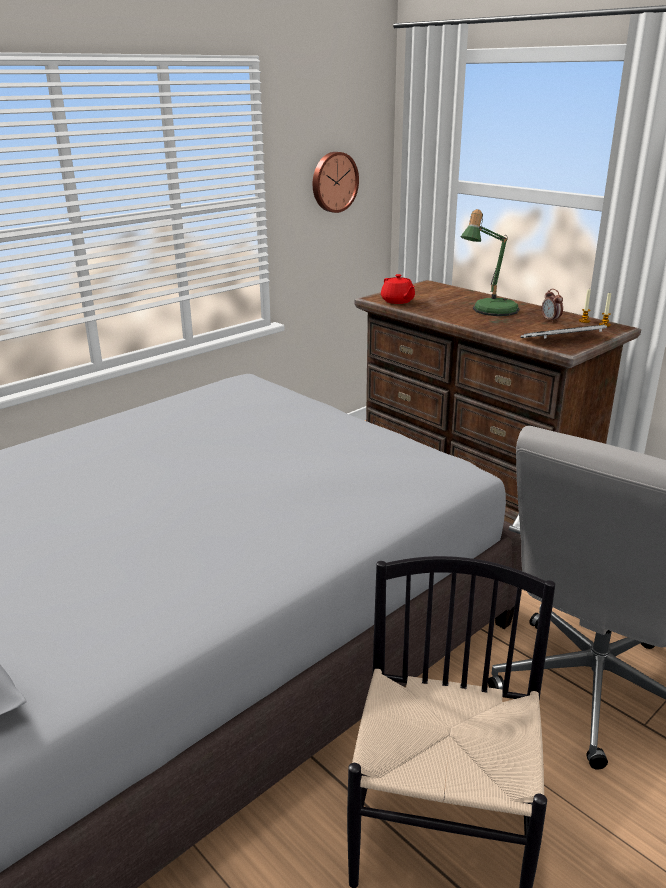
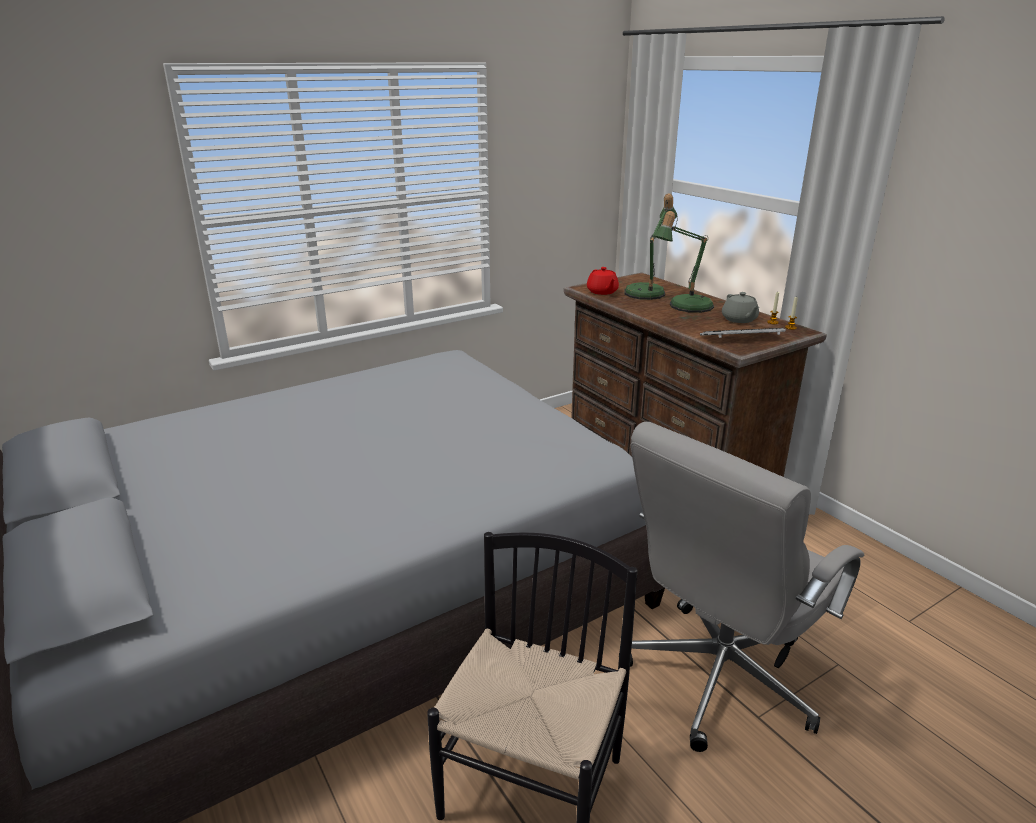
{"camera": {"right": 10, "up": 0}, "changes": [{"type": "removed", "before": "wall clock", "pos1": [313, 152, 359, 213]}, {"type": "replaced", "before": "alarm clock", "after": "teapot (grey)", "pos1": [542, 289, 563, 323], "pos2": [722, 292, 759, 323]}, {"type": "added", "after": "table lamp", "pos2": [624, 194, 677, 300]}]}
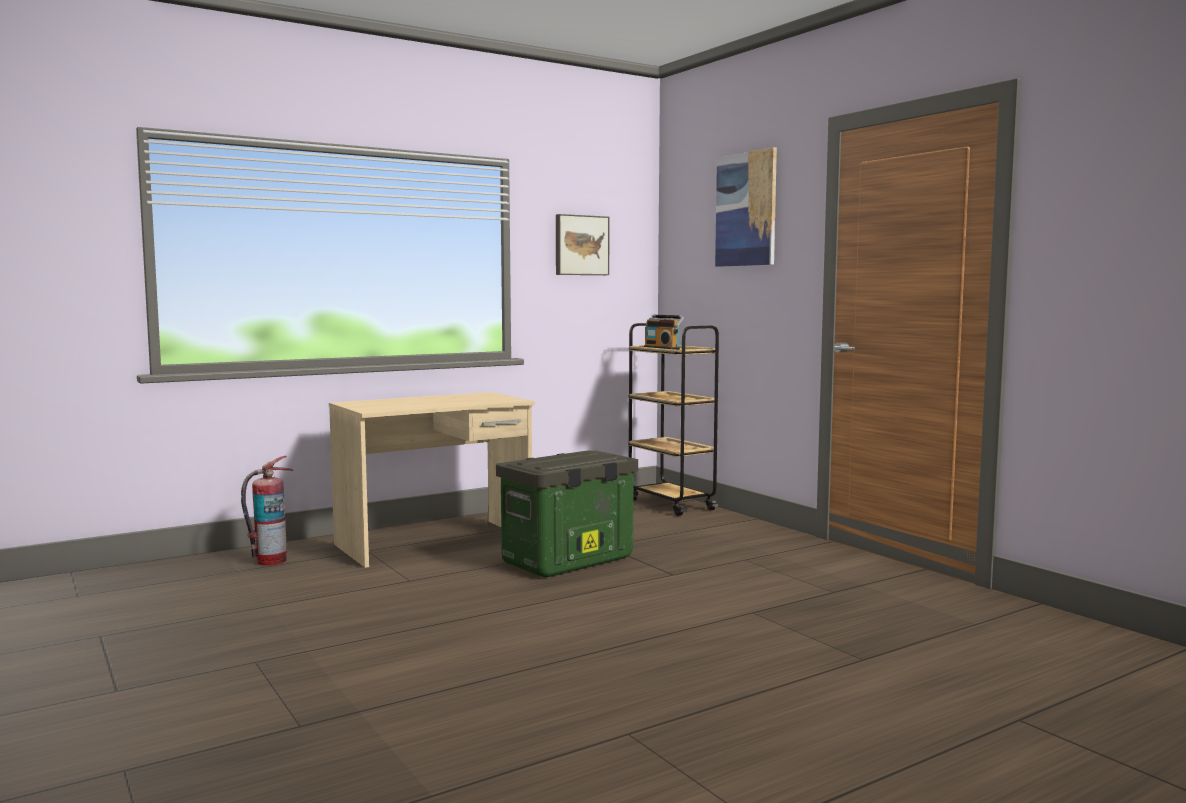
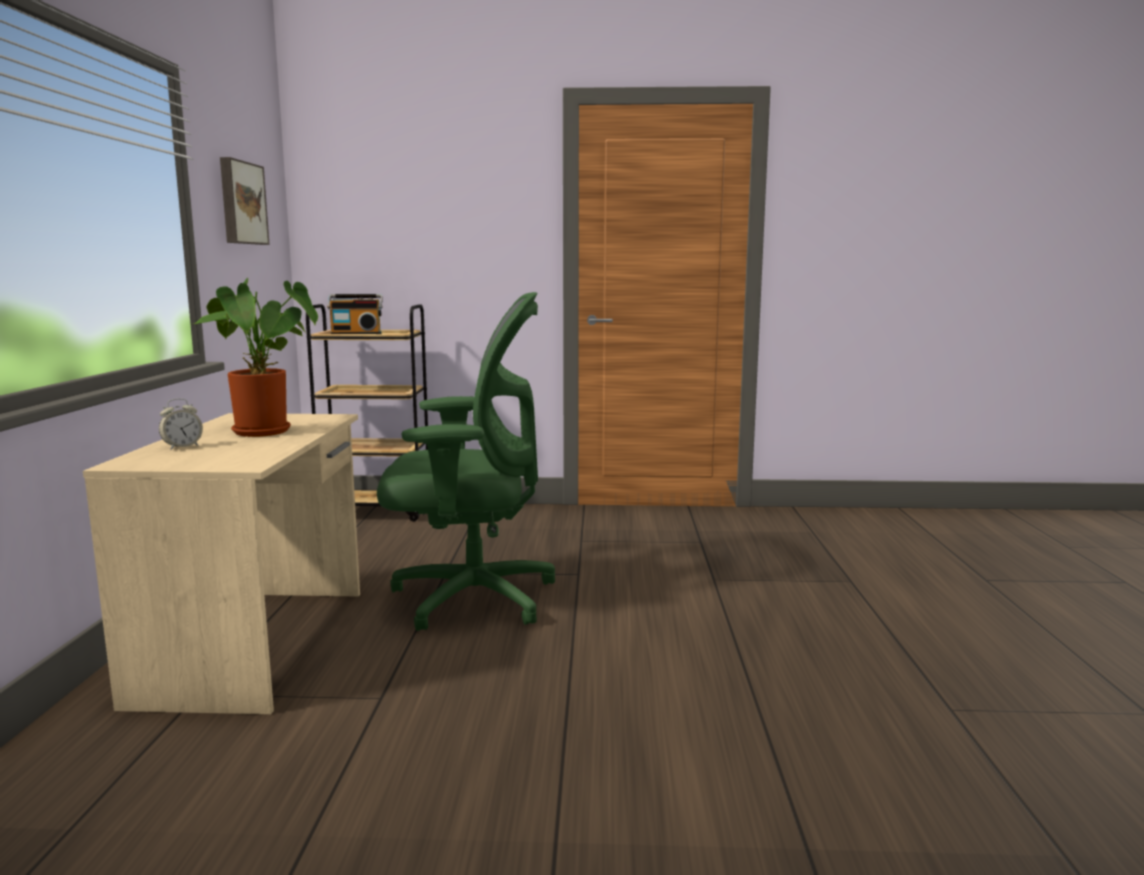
{"camera": {"right": -55, "up": 5}, "changes": [{"type": "removed", "before": "fire extinguisher", "pos1": [241, 456, 293, 566]}, {"type": "replaced", "before": "storage box", "after": "office chair (green)", "pos1": [496, 450, 638, 577], "pos2": [377, 292, 555, 631]}, {"type": "removed", "before": "picture", "pos1": [715, 147, 777, 267]}, {"type": "added", "after": "alarm clock", "pos2": [159, 398, 203, 450]}, {"type": "added", "after": "potted plant", "pos2": [194, 278, 318, 437]}]}
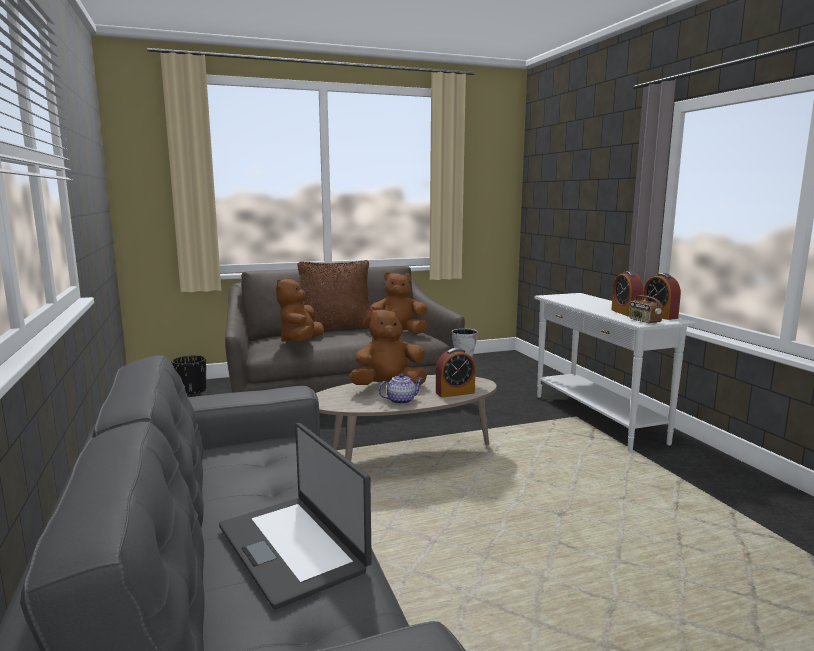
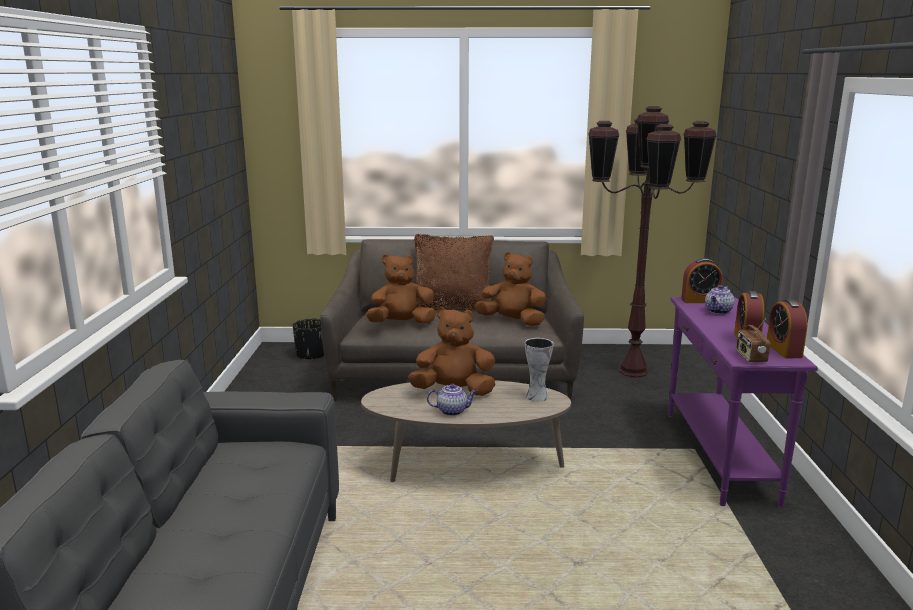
{"camera": {"right": 20, "up": 5}, "changes": [{"type": "removed", "before": "laptop", "pos1": [219, 423, 372, 609]}, {"type": "turned", "before": "plush toy (brown)", "pos1": [276, 278, 324, 342], "pos2": [366, 254, 436, 324], "turn": 45}, {"type": "moved", "before": "alarm clock", "pos1": [436, 348, 475, 398], "pos2": [681, 258, 723, 303]}, {"type": "recoloured", "before": "console table (white)", "after": "console table (purple)", "pos1": [534, 293, 695, 452], "pos2": [668, 297, 818, 508]}, {"type": "added", "after": "floor lamp (brown)", "pos2": [588, 106, 717, 378]}, {"type": "added", "after": "teapot", "pos2": [705, 285, 735, 314]}]}
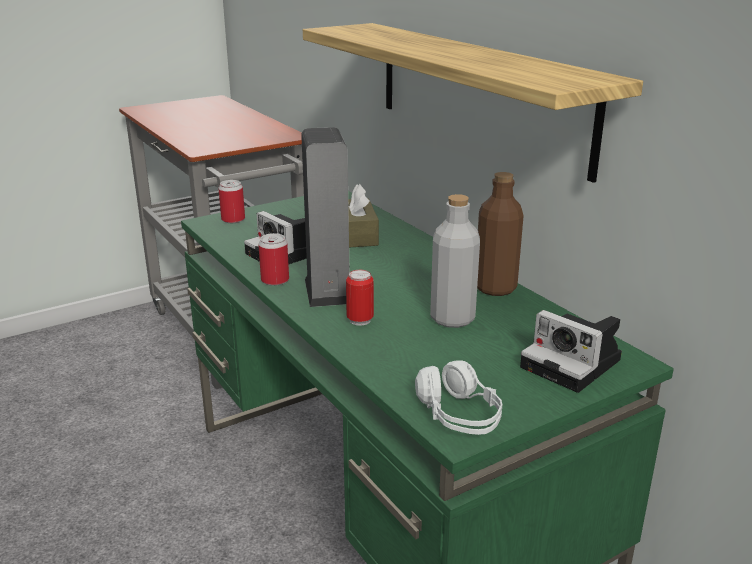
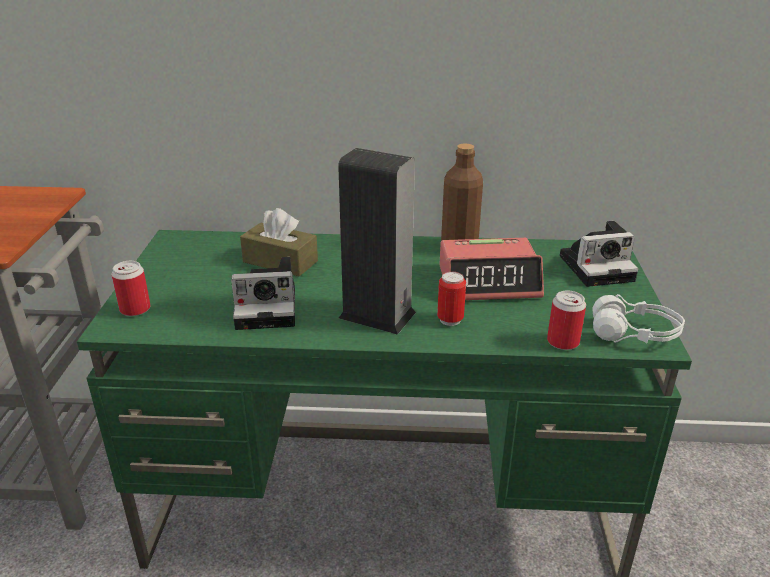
{"camera": {"right": -55, "up": 5}, "changes": [{"type": "moved", "before": "can", "pos1": [258, 233, 289, 286], "pos2": [547, 290, 586, 350]}, {"type": "removed", "before": "shelf", "pos1": [303, 23, 643, 183]}, {"type": "replaced", "before": "bottle (grey)", "after": "alarm clock", "pos1": [430, 194, 480, 328], "pos2": [439, 238, 544, 300]}]}
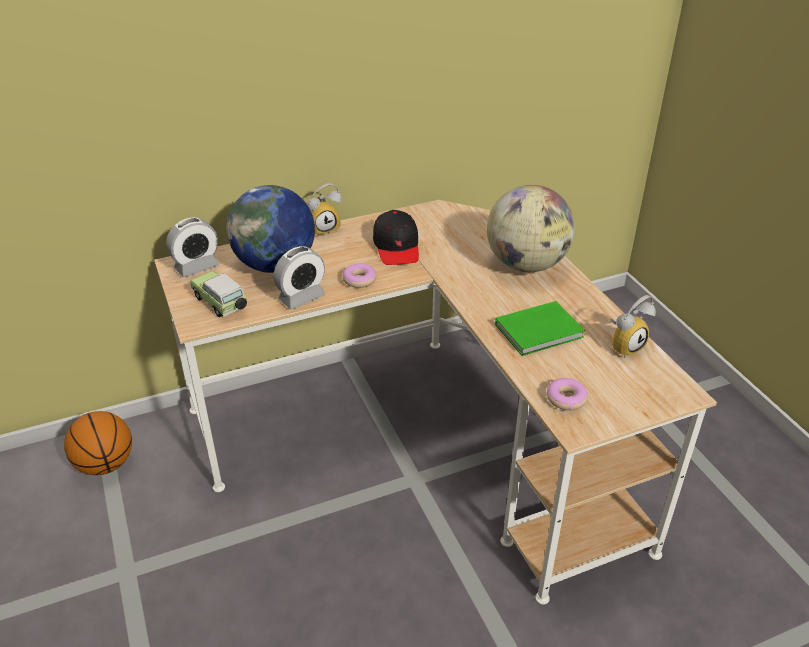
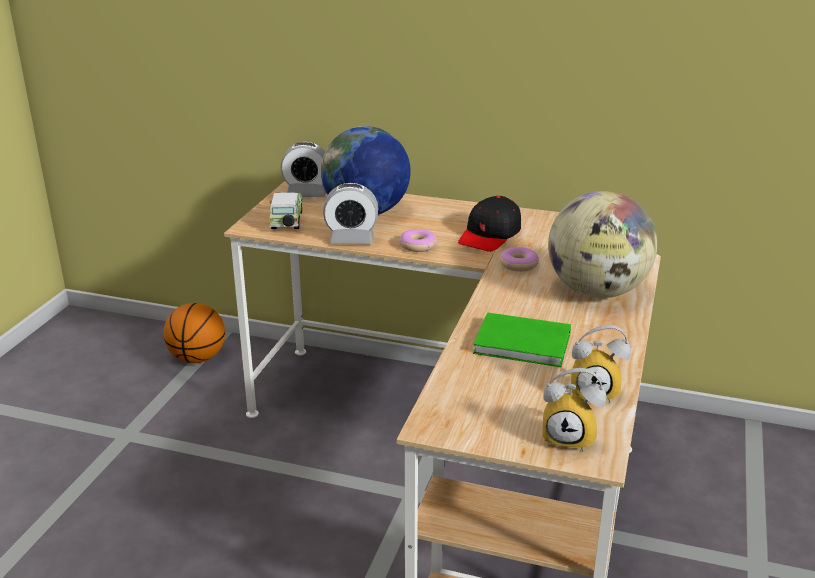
{"camera": {"right": 40, "up": -10}, "changes": [{"type": "moved", "before": "alarm clock", "pos1": [307, 183, 342, 237], "pos2": [543, 368, 606, 452]}, {"type": "moved", "before": "donut", "pos1": [546, 378, 588, 410], "pos2": [500, 247, 539, 272]}]}
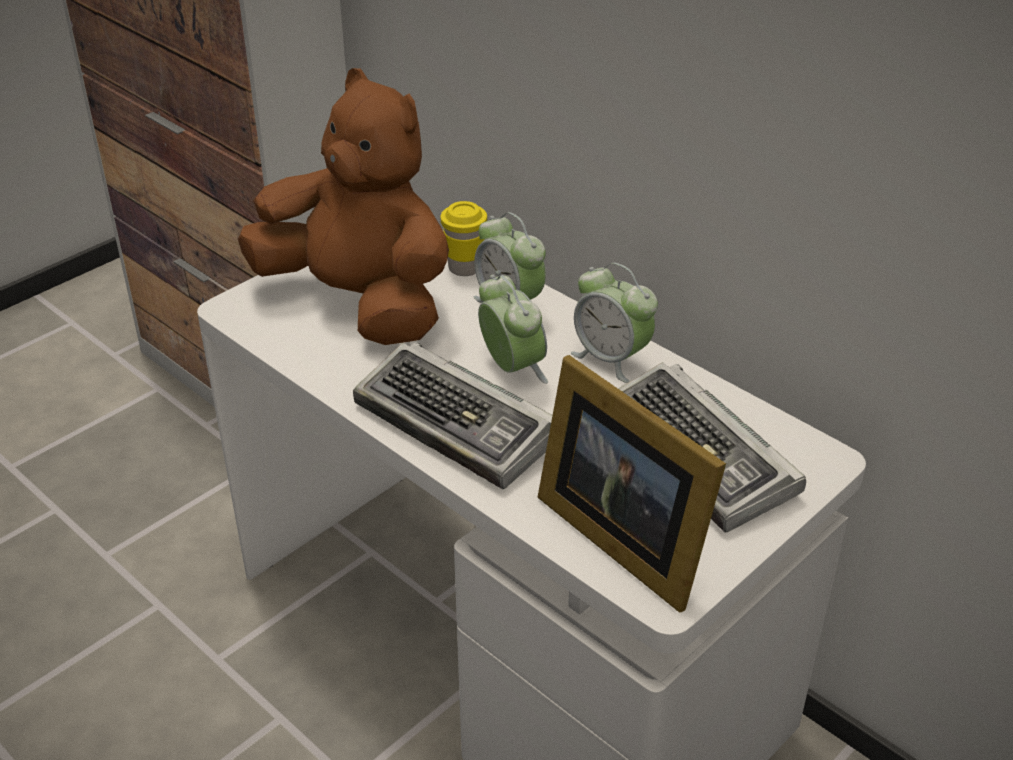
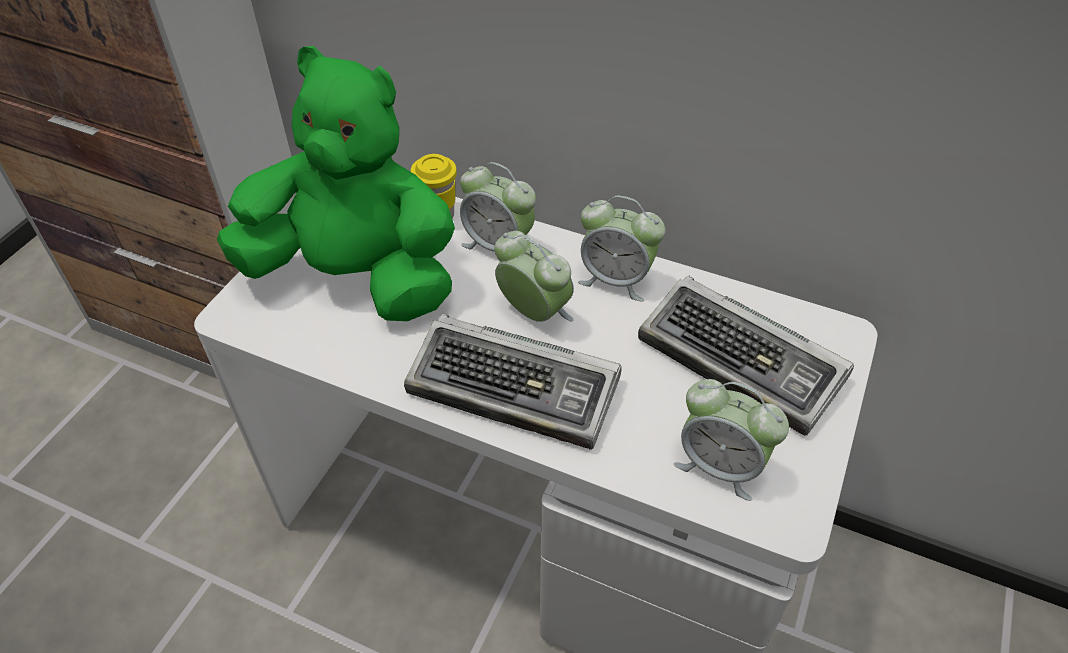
{"camera": {"right": -20, "up": 10}, "changes": [{"type": "recoloured", "before": "plush toy (brown)", "after": "plush toy (green)", "pos1": [238, 68, 449, 345], "pos2": [217, 46, 455, 321]}, {"type": "replaced", "before": "picture frame", "after": "alarm clock", "pos1": [537, 355, 726, 612], "pos2": [674, 379, 789, 501]}]}
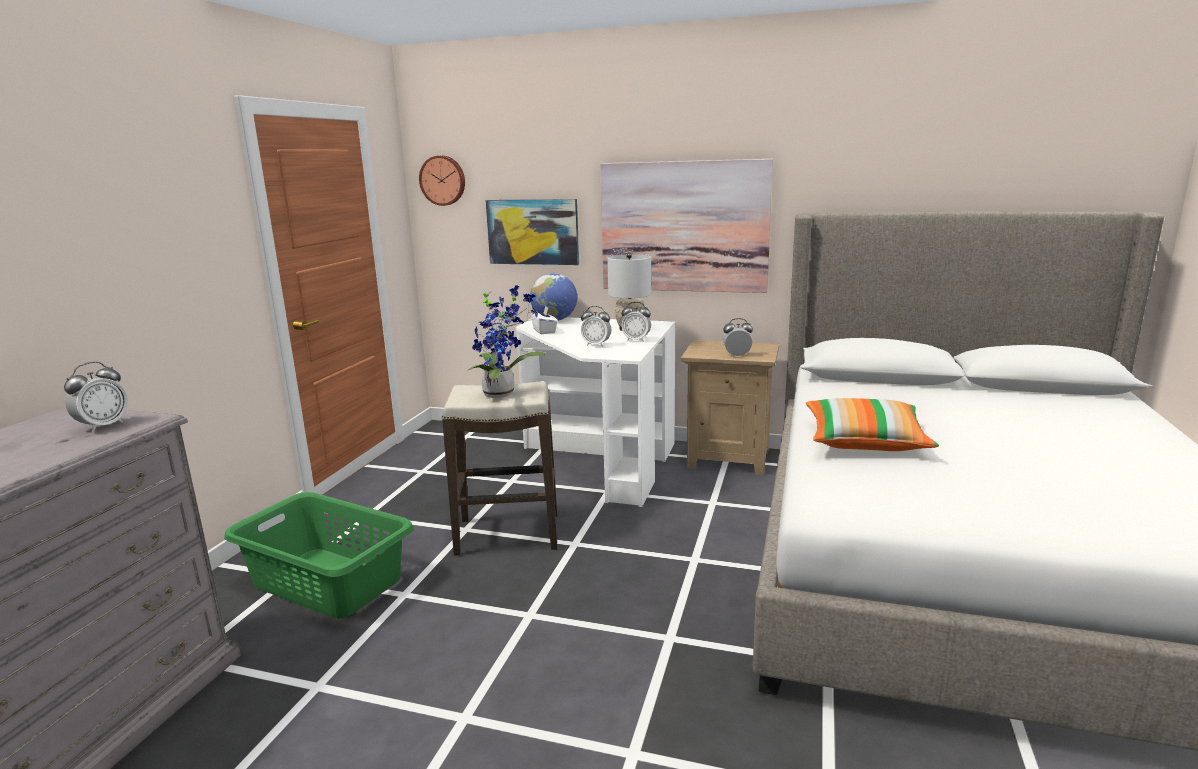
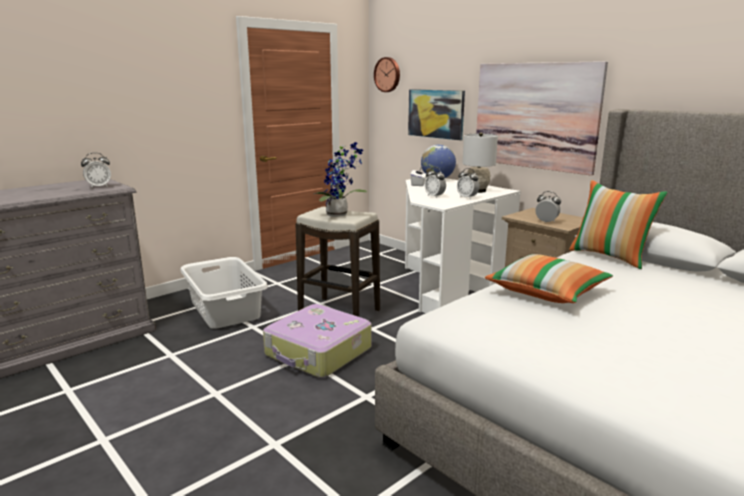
{"camera": {"right": 30, "up": 0}, "changes": [{"type": "recoloured", "before": "laundry basket (green)", "after": "laundry basket (white)", "pos1": [224, 492, 414, 619], "pos2": [180, 257, 268, 329]}, {"type": "added", "after": "suitcase", "pos2": [263, 304, 372, 378]}, {"type": "added", "after": "pillow", "pos2": [569, 180, 668, 269]}]}
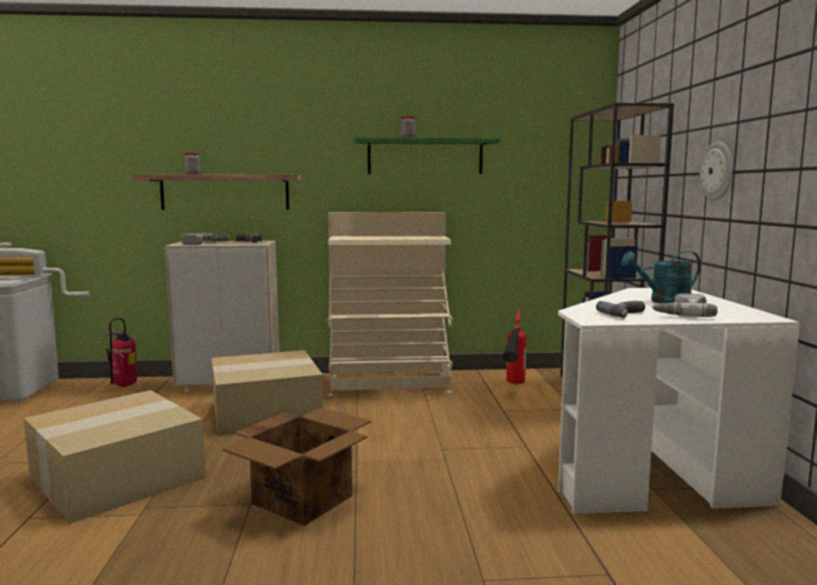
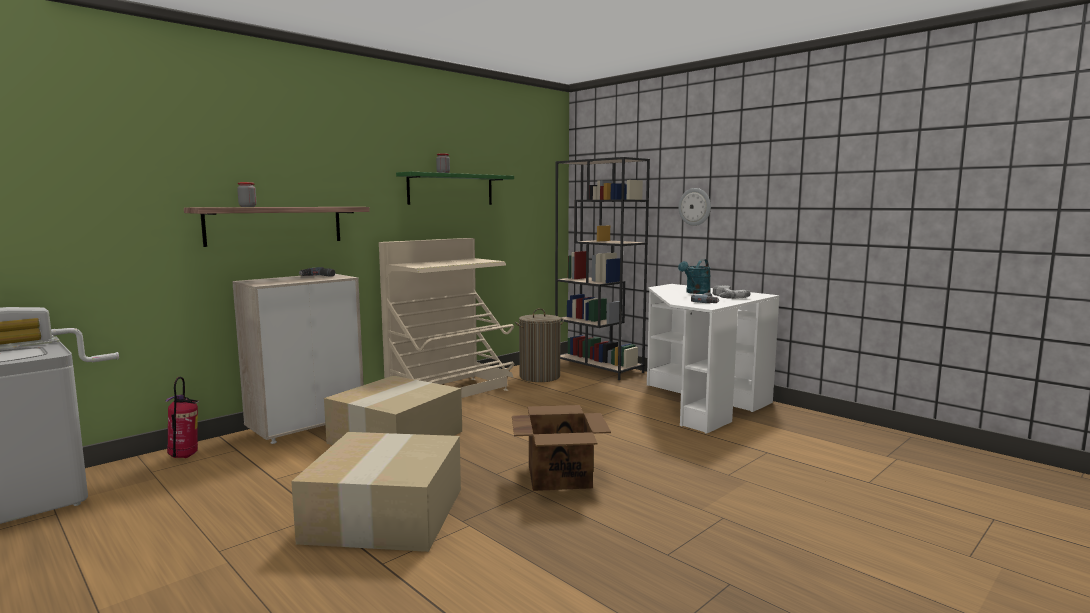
{"camera": {"right": -40, "up": 0}, "changes": [{"type": "removed", "before": "power drill", "pos1": [182, 233, 231, 245]}, {"type": "replaced", "before": "fire extinguisher", "after": "laundry basket", "pos1": [503, 311, 527, 384], "pos2": [515, 308, 564, 382]}]}
